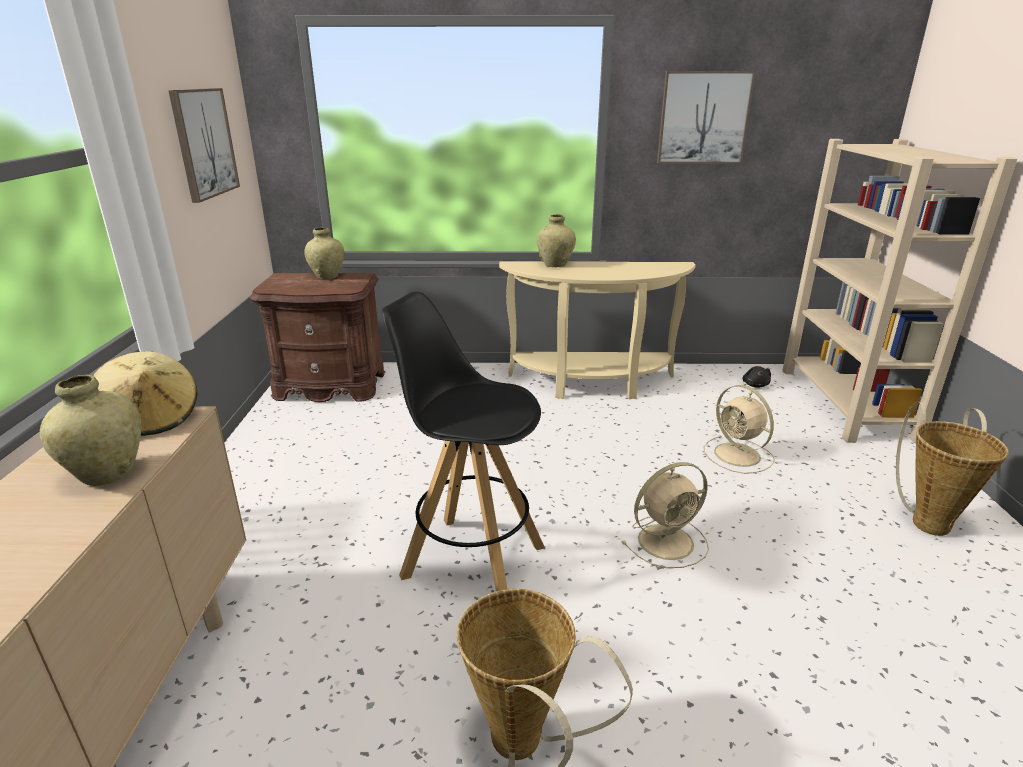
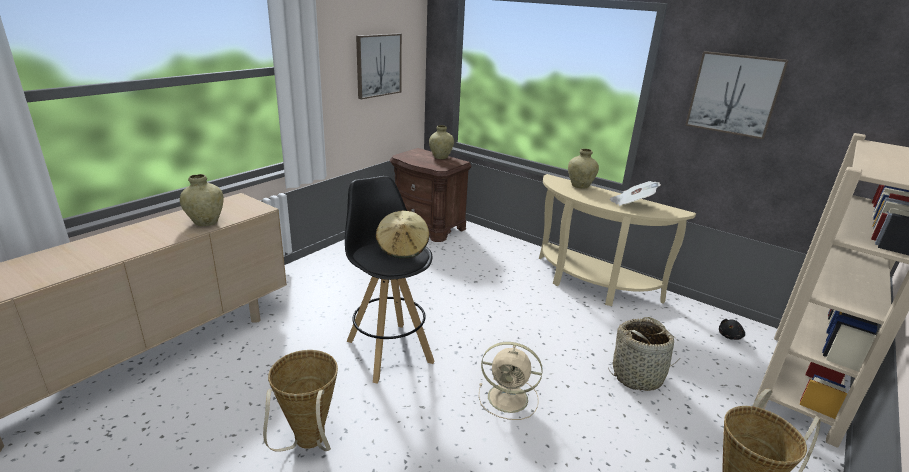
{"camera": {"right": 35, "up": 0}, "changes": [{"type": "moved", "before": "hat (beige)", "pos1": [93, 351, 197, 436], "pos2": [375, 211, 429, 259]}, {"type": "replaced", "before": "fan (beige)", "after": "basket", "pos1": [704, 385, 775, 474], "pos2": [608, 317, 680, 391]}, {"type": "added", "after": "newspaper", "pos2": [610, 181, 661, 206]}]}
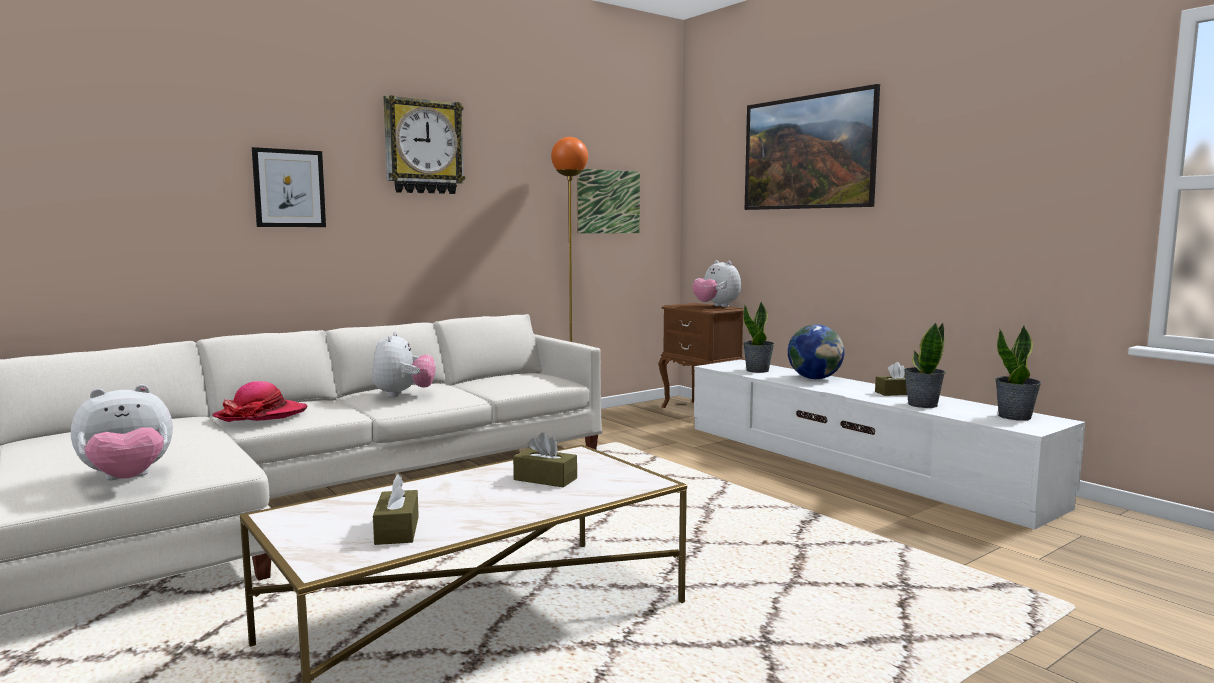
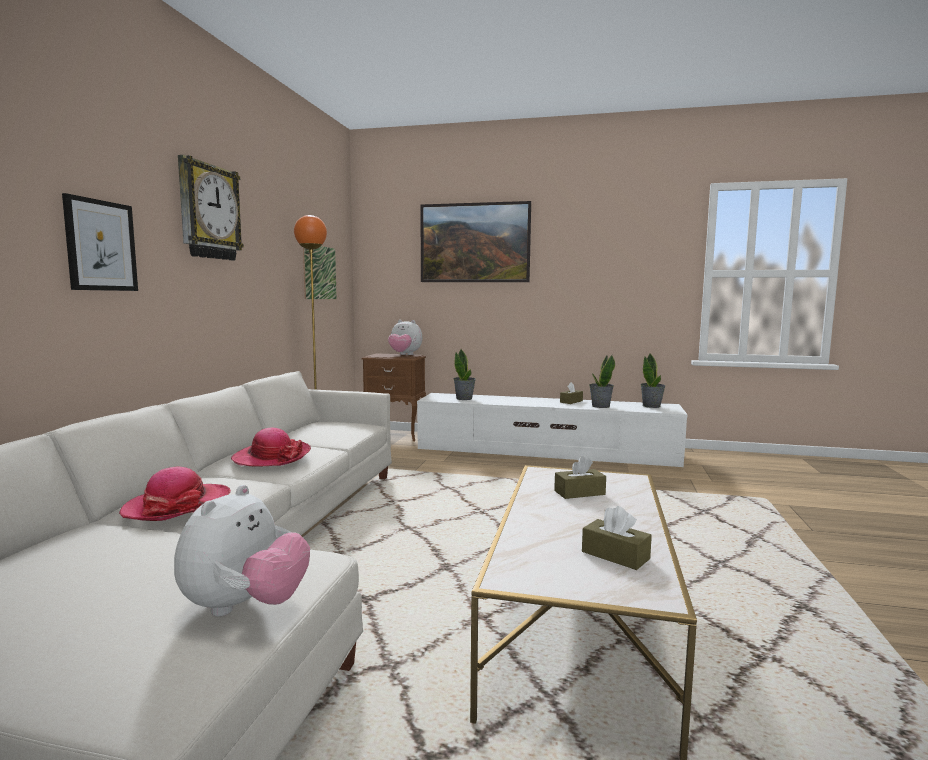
{"camera": {"right": -40, "up": 0}, "changes": [{"type": "replaced", "before": "plush toy", "after": "hat", "pos1": [372, 332, 436, 397], "pos2": [231, 427, 311, 467]}, {"type": "removed", "before": "globe", "pos1": [788, 324, 844, 379]}]}
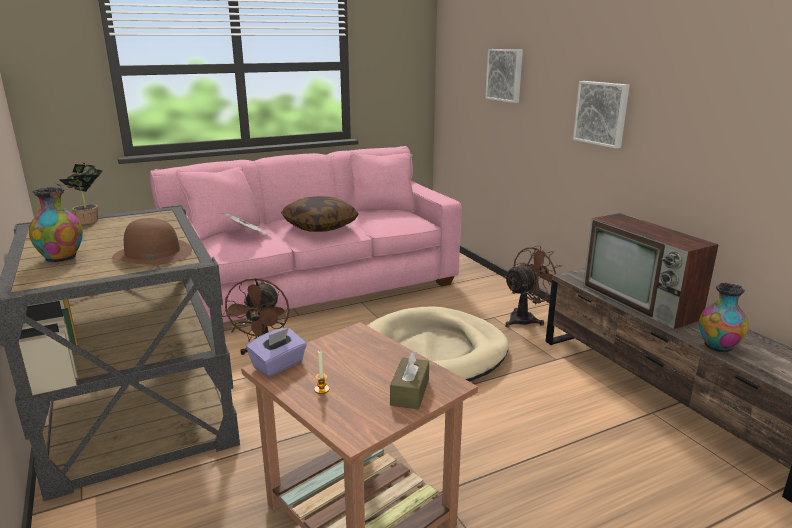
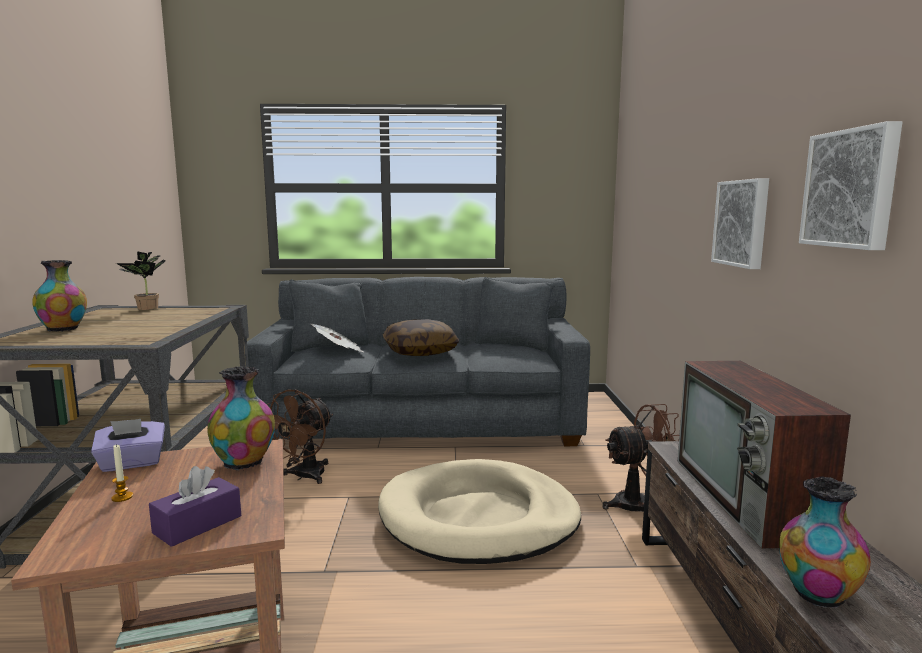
{"camera": {"right": 25, "up": -10}, "changes": [{"type": "removed", "before": "hat (brown)", "pos1": [112, 218, 192, 265]}, {"type": "recoloured", "before": "sofa (pink)", "after": "sofa (grey)", "pos1": [150, 146, 462, 323], "pos2": [247, 277, 590, 446]}, {"type": "recoloured", "before": "tissue box (brown)", "after": "tissue box (purple)", "pos1": [390, 351, 429, 410], "pos2": [149, 466, 241, 547]}, {"type": "moved", "before": "picture", "pos1": [485, 49, 523, 103], "pos2": [799, 121, 902, 250]}, {"type": "added", "after": "vase", "pos2": [207, 366, 275, 470]}]}
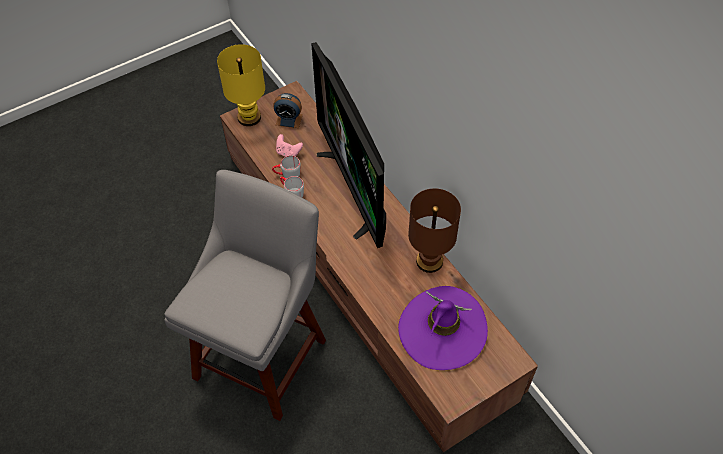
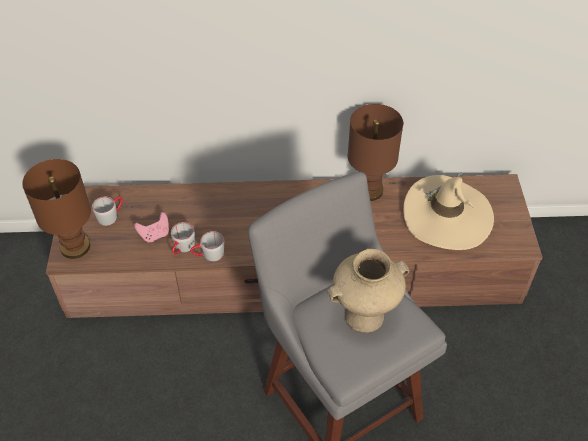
{"camera": {"right": -60, "up": -5}, "changes": [{"type": "recoloured", "before": "table lamp (yellow)", "after": "table lamp (brown)", "pos1": [217, 44, 265, 126], "pos2": [22, 159, 91, 259]}, {"type": "replaced", "before": "alarm clock", "after": "mug (grey)", "pos1": [273, 93, 303, 128], "pos2": [92, 196, 123, 226]}, {"type": "removed", "before": "television", "pos1": [311, 42, 386, 248]}, {"type": "recoloured", "before": "hat (purple)", "after": "hat (beige)", "pos1": [398, 286, 488, 370], "pos2": [403, 172, 494, 250]}, {"type": "added", "after": "vase (beige)", "pos2": [328, 249, 409, 333]}]}
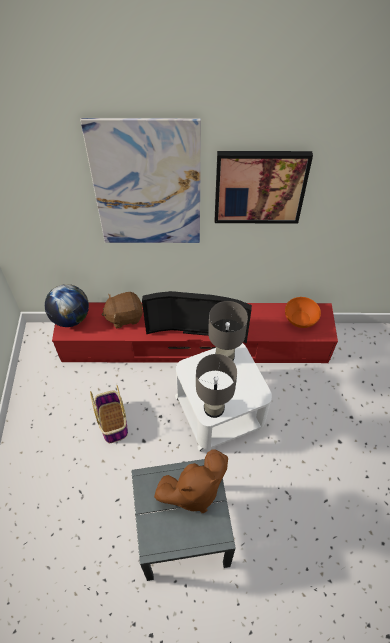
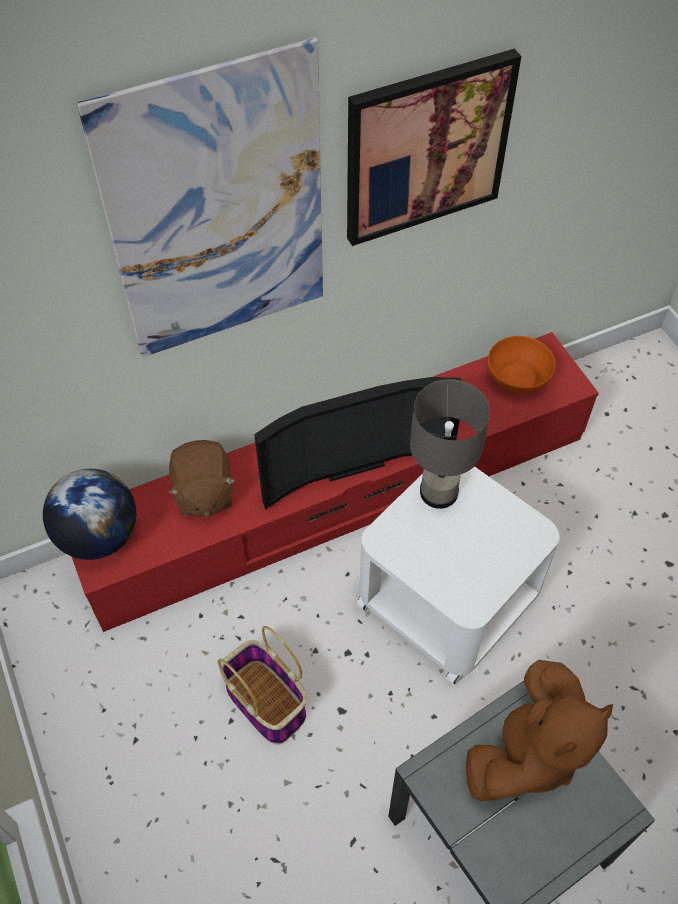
{"camera": {"right": -25, "up": 0}, "changes": [{"type": "turned", "before": "plush toy (brown)", "pos1": [102, 292, 143, 328], "pos2": [168, 440, 236, 518], "turn": -60}, {"type": "removed", "before": "table lamp (grey)", "pos1": [196, 354, 237, 418]}]}
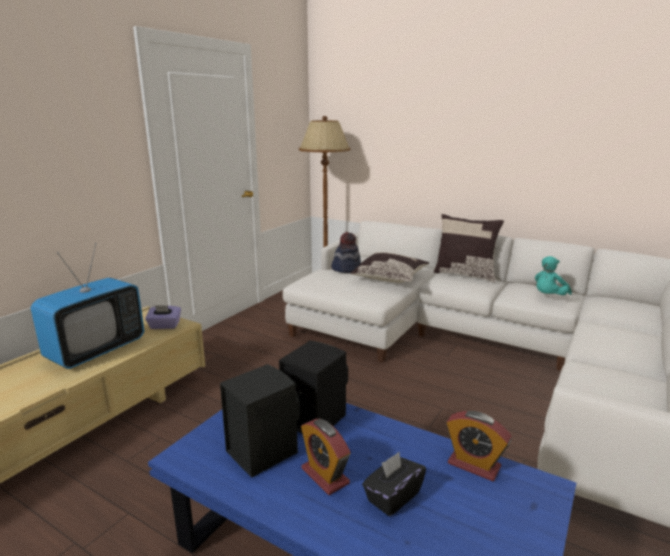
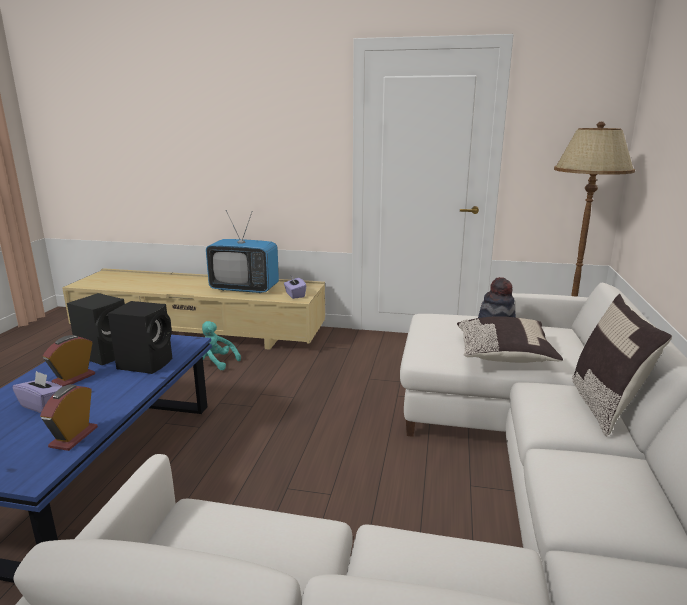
{"camera": {"right": 70, "up": 0}, "changes": [{"type": "recoloured", "before": "tissue box (black)", "after": "tissue box (purple)", "pos1": [362, 452, 426, 516], "pos2": [12, 371, 63, 413]}, {"type": "moved", "before": "plush toy (turquoise)", "pos1": [535, 256, 572, 295], "pos2": [202, 321, 241, 370]}]}
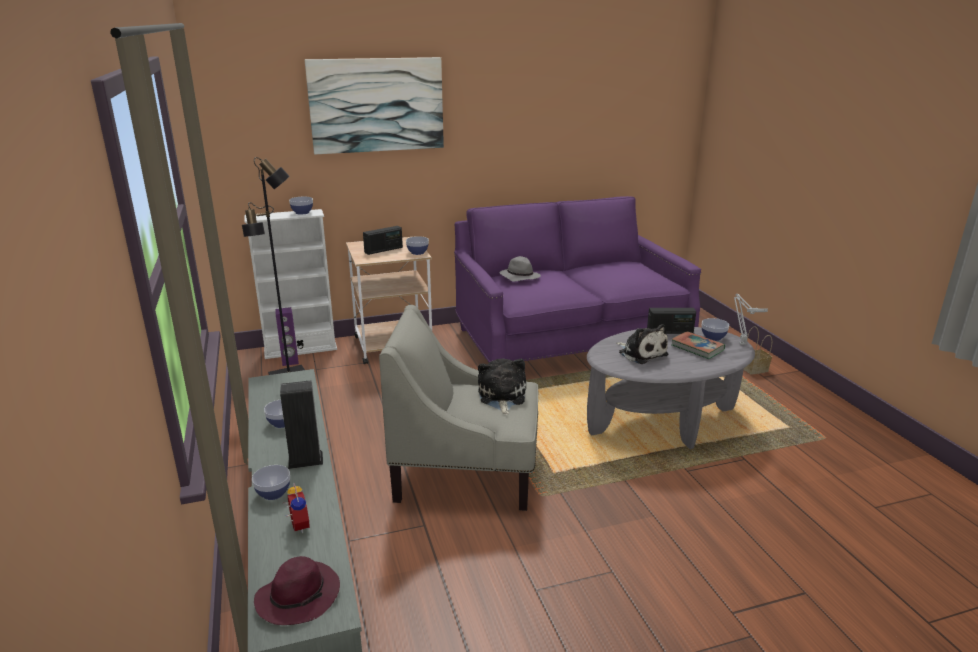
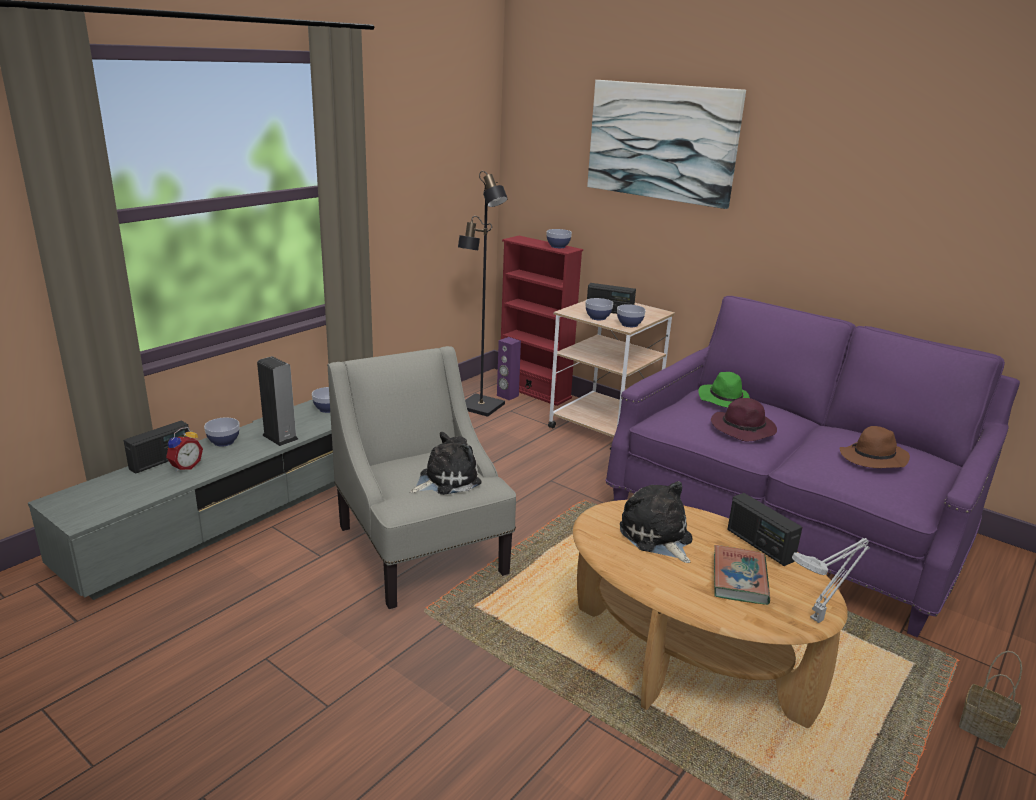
{"camera": {"right": 55, "up": 0}, "changes": [{"type": "recoloured", "before": "bookcase (white)", "after": "bookcase (red)", "pos1": [244, 209, 337, 359], "pos2": [501, 236, 583, 406]}, {"type": "moved", "before": "hat (purple)", "pos1": [254, 556, 340, 625], "pos2": [711, 398, 777, 441]}, {"type": "recoloured", "before": "hat (grey)", "after": "hat (green)", "pos1": [499, 256, 541, 282], "pos2": [698, 372, 750, 407]}, {"type": "recoloured", "before": "coffee table (grey)", "after": "coffee table (brown)", "pos1": [587, 327, 755, 449], "pos2": [573, 500, 848, 728]}, {"type": "turned", "before": "plush toy", "pos1": [616, 324, 669, 364], "pos2": [620, 481, 692, 563], "turn": 135}, {"type": "moved", "before": "bowl", "pos1": [702, 318, 729, 341], "pos2": [585, 298, 613, 320]}, {"type": "added", "after": "radio", "pos2": [124, 421, 189, 474]}, {"type": "added", "after": "hat (brown)", "pos2": [840, 426, 910, 468]}]}
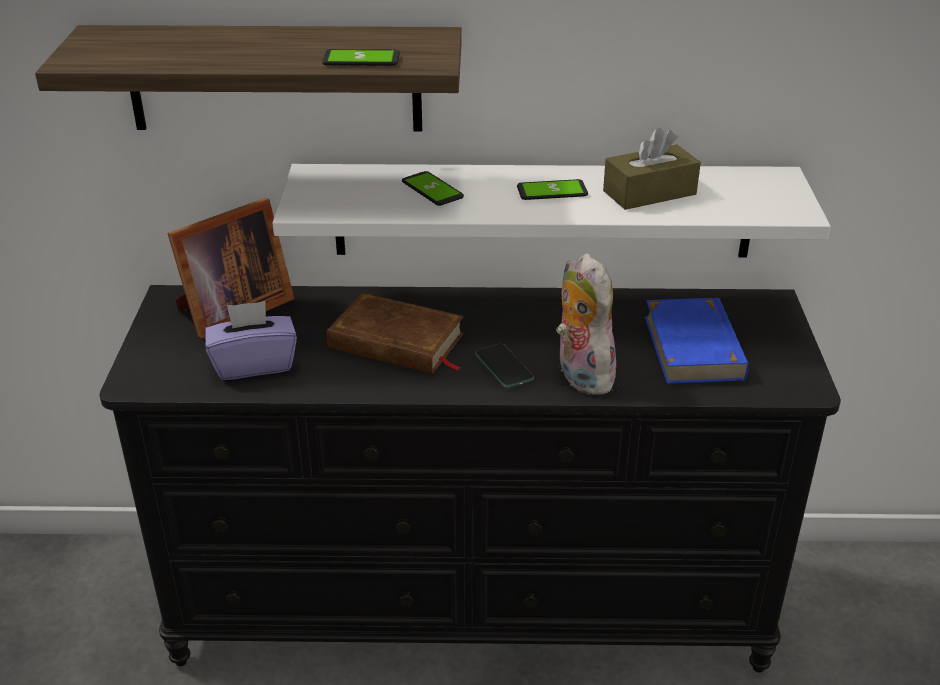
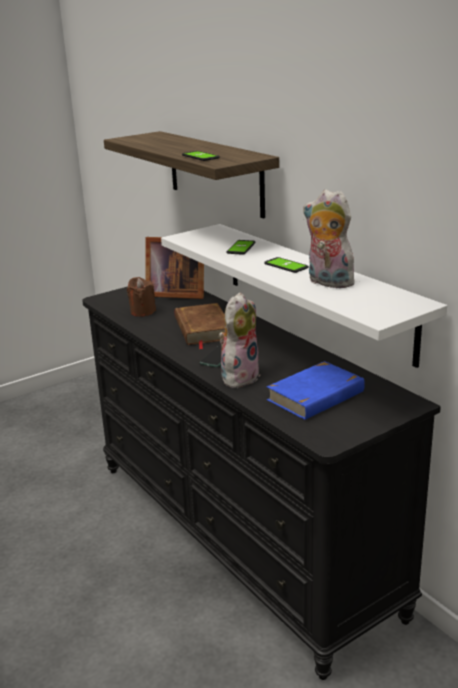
{"camera": {"right": 55, "up": -10}, "changes": [{"type": "replaced", "before": "tissue box (purple)", "after": "candle (brown)", "pos1": [205, 301, 297, 380], "pos2": [127, 277, 156, 317]}, {"type": "replaced", "before": "tissue box (brown)", "after": "plush toy", "pos1": [603, 128, 701, 210], "pos2": [303, 189, 357, 288]}]}
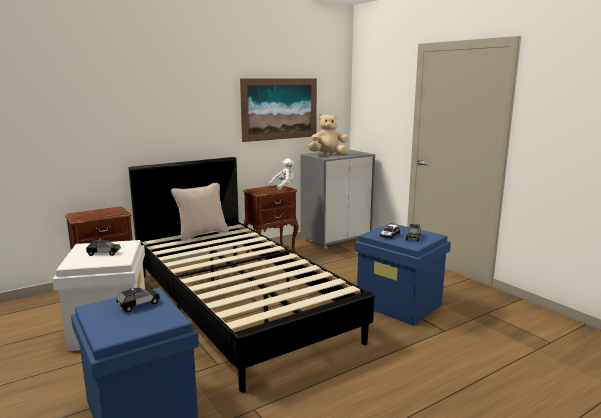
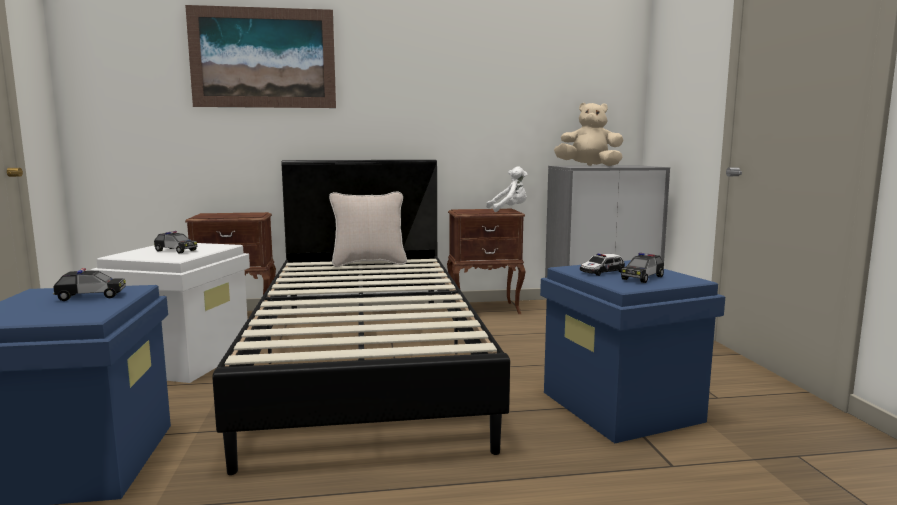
{"camera": {"right": 25, "up": -5}, "changes": [{"type": "moved", "before": "picture", "pos1": [240, 78, 317, 142], "pos2": [185, 5, 336, 108]}]}
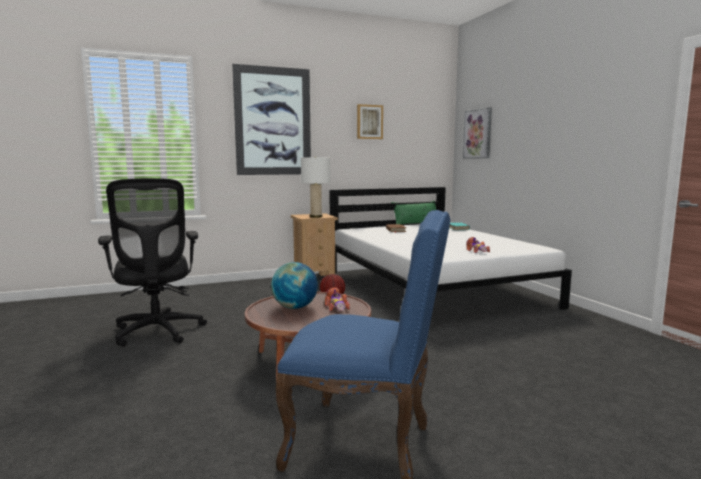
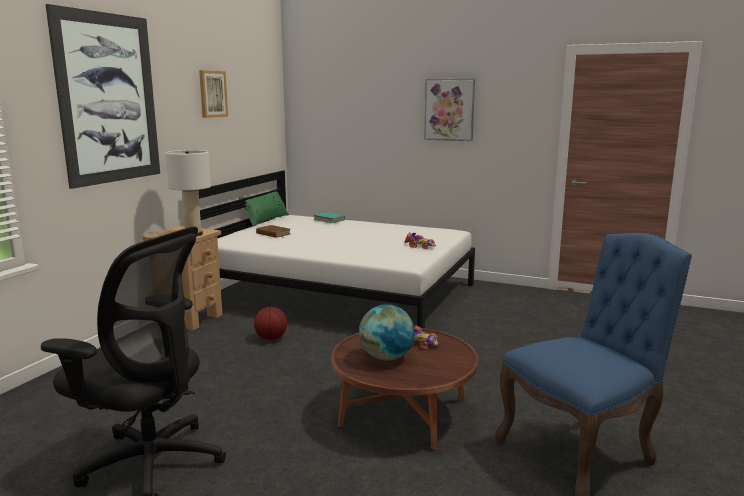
{"camera": {"right": -45, "up": 5}, "changes": [{"type": "moved", "before": "picture", "pos1": [463, 107, 492, 158], "pos2": [424, 78, 475, 141]}]}
